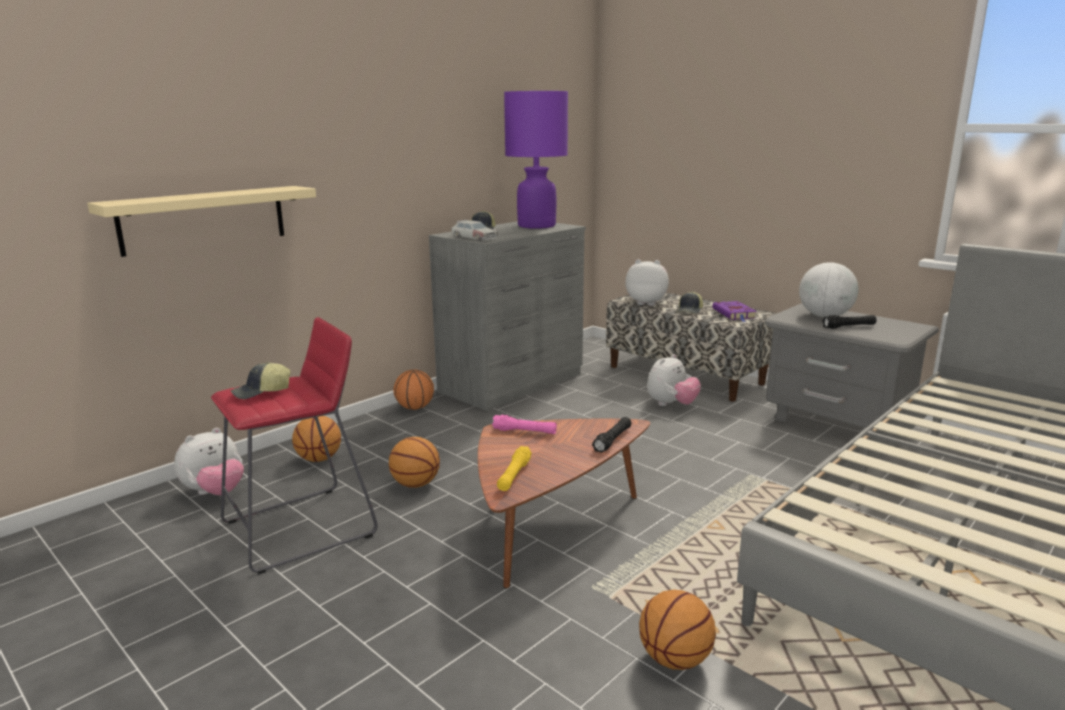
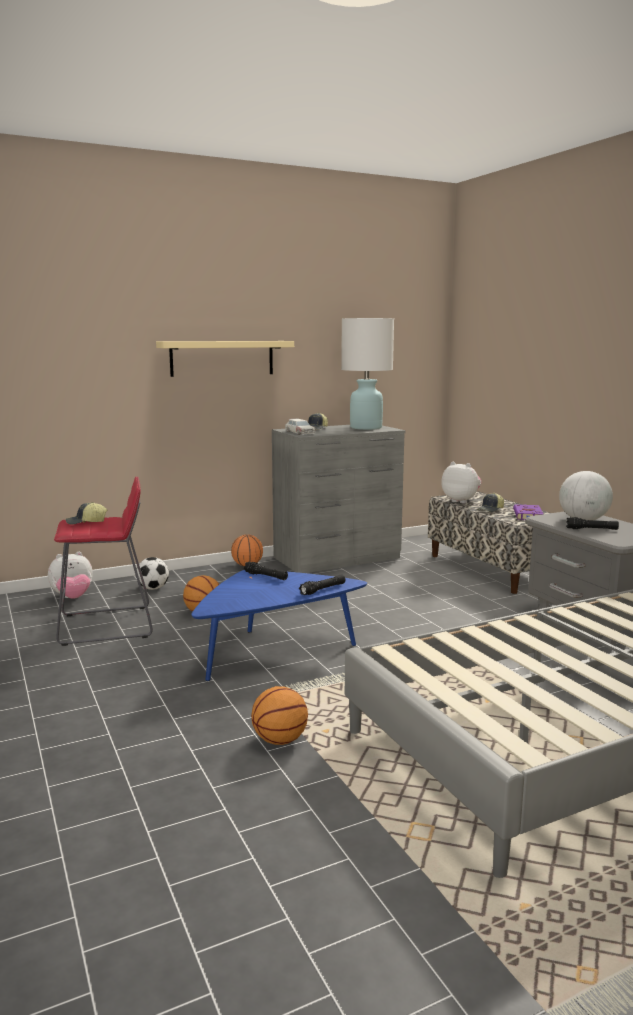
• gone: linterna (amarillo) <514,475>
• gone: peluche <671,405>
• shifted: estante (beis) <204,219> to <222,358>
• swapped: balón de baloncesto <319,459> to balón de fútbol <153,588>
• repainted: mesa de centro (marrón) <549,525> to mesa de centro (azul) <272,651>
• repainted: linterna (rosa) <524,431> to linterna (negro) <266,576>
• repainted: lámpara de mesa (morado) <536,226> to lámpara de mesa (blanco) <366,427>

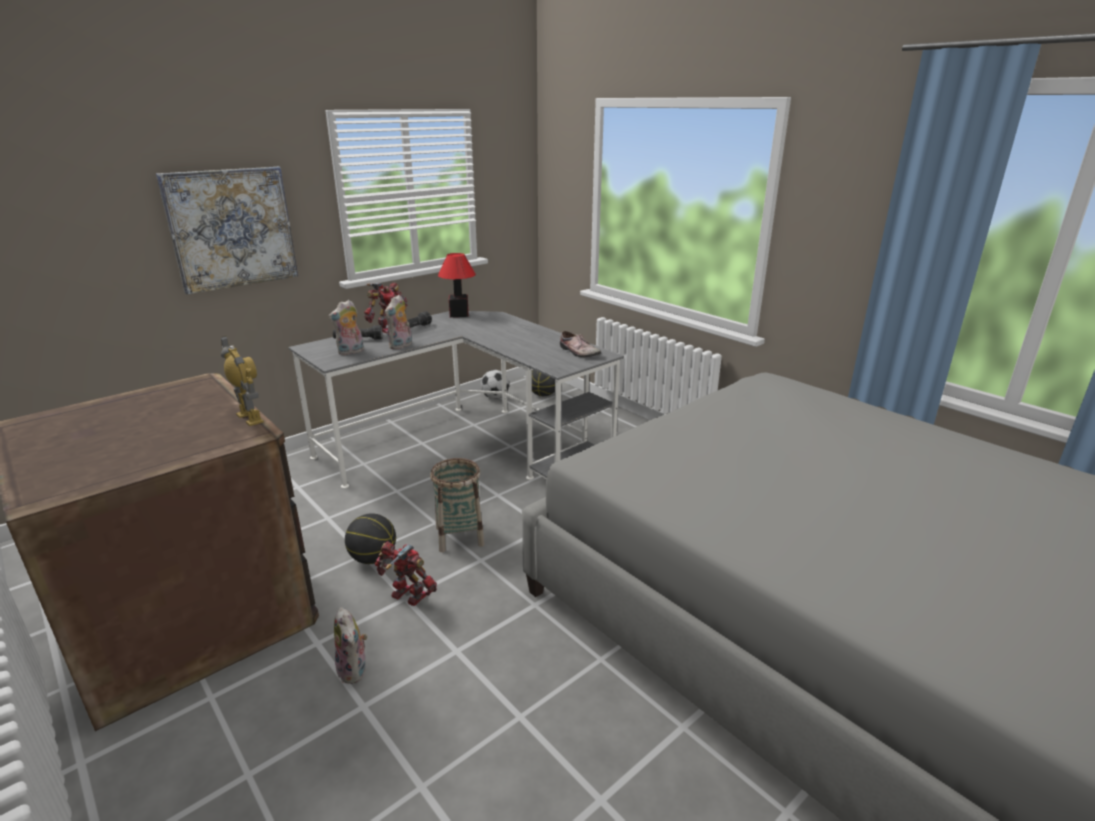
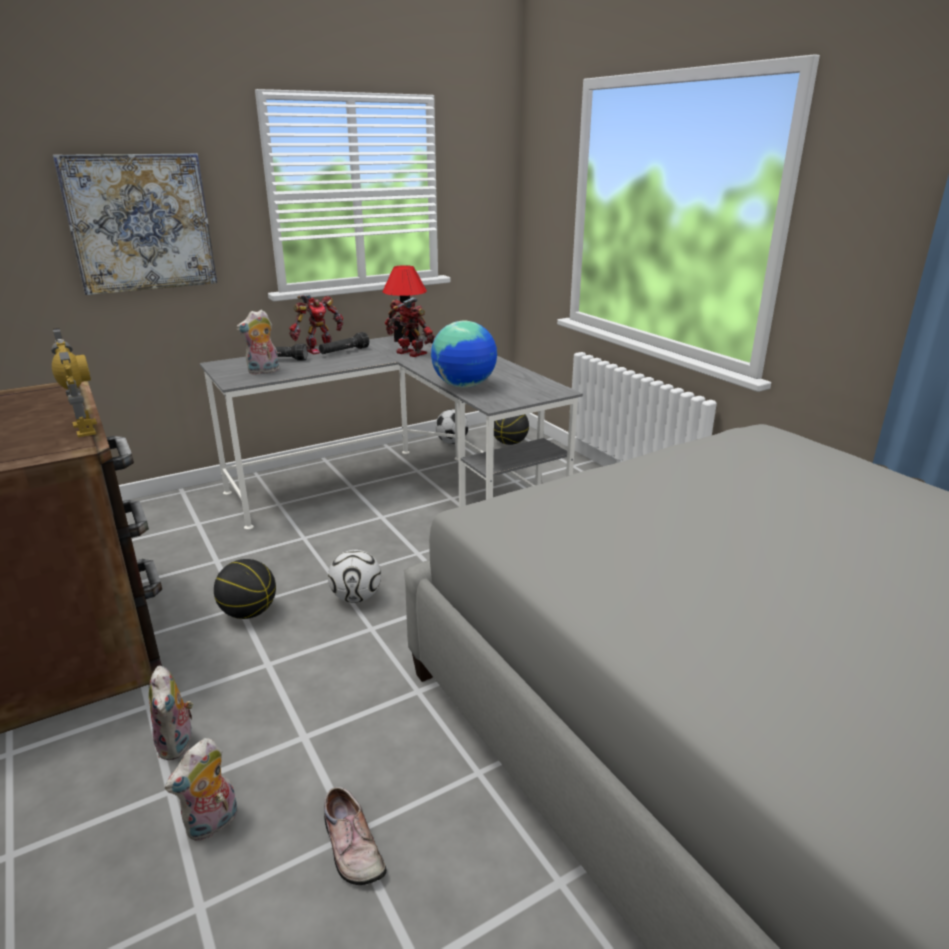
• new: globo terráqueo <464,386>
• shifted: robot de juguete <408,597> to <410,353>
• shifted: peluche <401,346> to <213,824>
• shifted: zapato <578,352> to <350,847>
• swapped: cesta <459,536> to balón de fútbol <356,597>

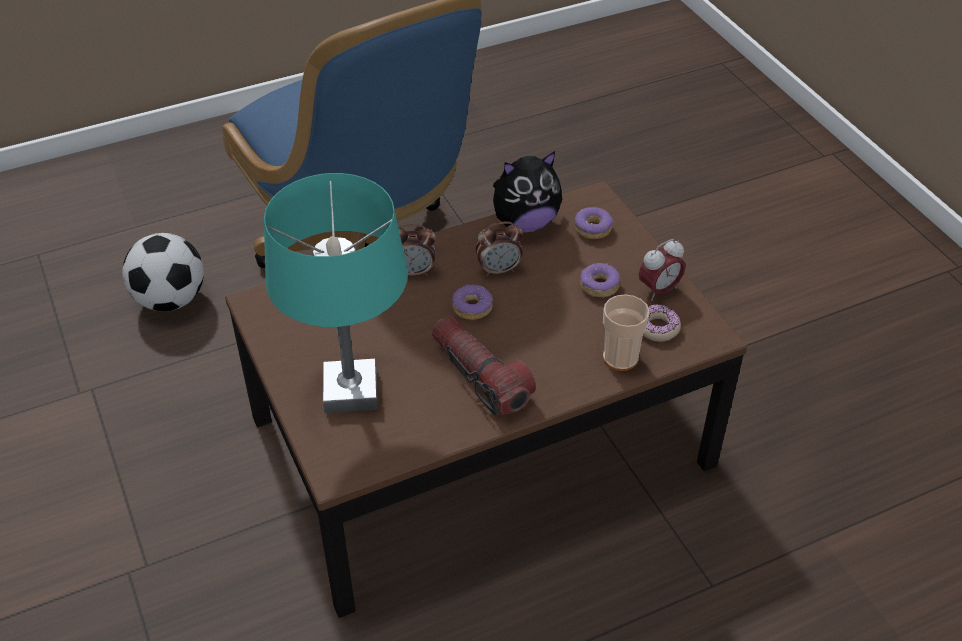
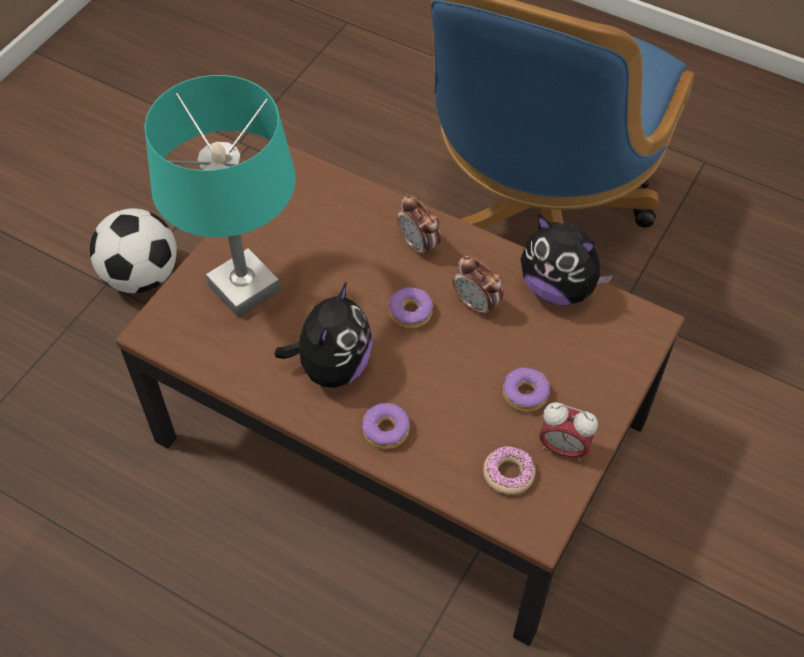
• gone: taza <620,358>
• shifted: balón de fútbol <170,300> to <141,276>
• shifted: rosquilla <593,228> to <386,431>
• swapped: linterna <480,376> to peluche <332,366>

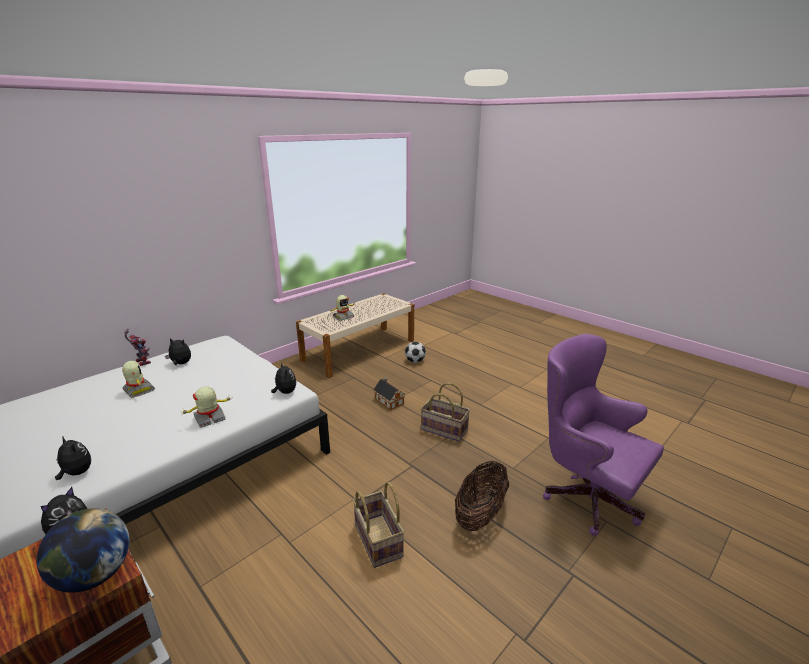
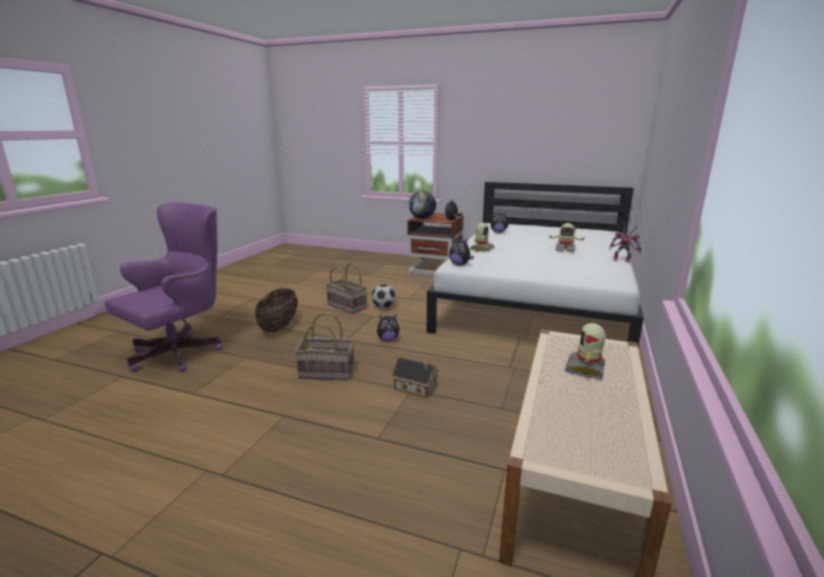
• shifted: peluche <181,364> to <388,339>
• shifted: balón de fútbol <415,361> to <383,307>
• rotated: silla de oficina (morado) <585,496> = <181,352> 75 degrees counterclockwise

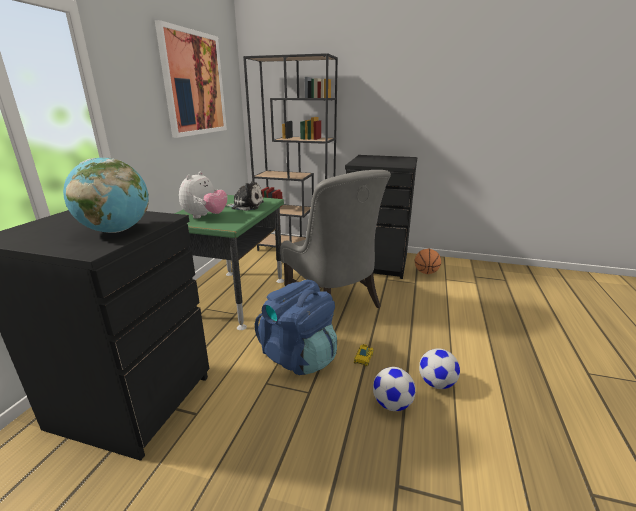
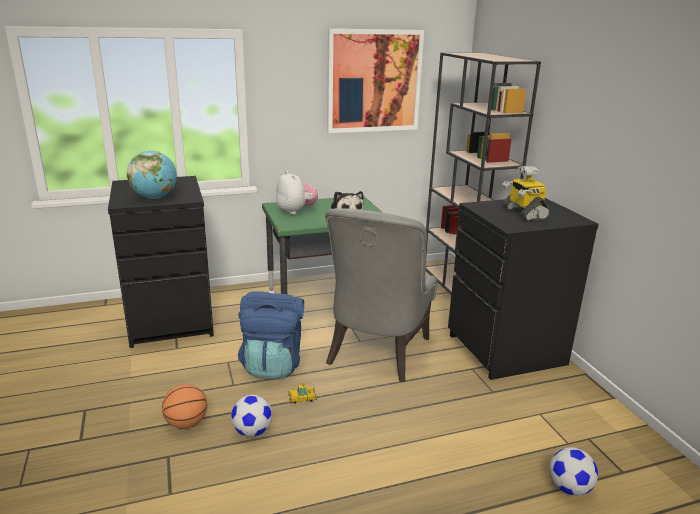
• new: robot de juguete <523,213>
• shifted: balón de baloncesto <426,272> to <186,423>
• shifted: balón de fútbol <436,383> to <569,488>
• rotated: peluche <205,216> = <296,211> 105 degrees counterclockwise

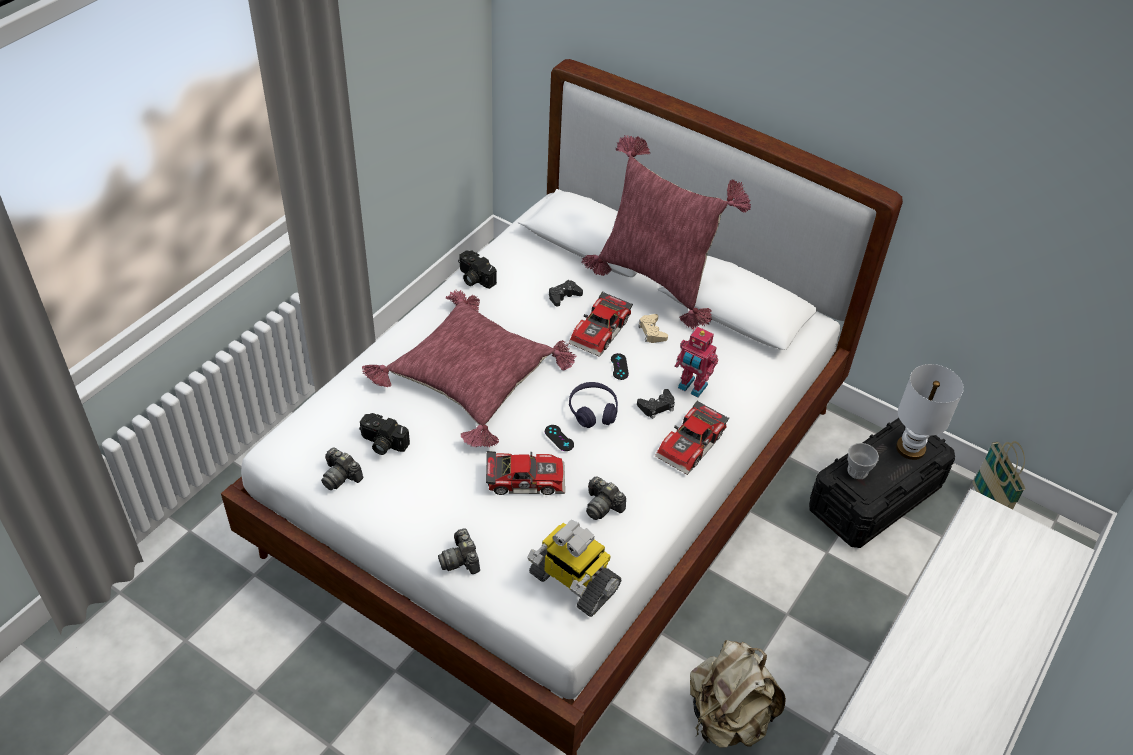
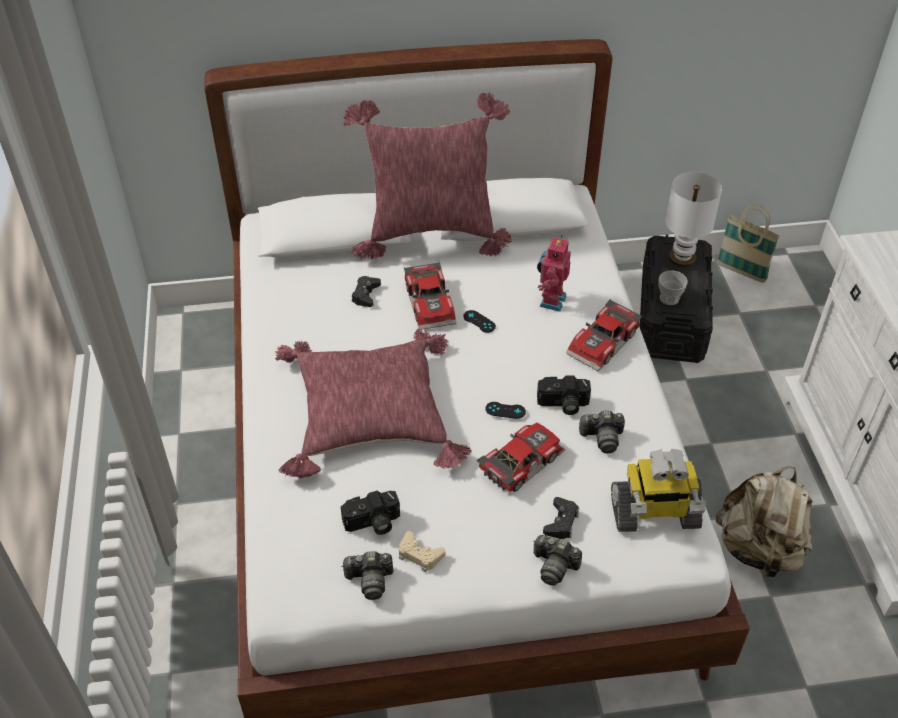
• gone: auriculares (morado) <593,411>
• shifted: cámara <474,278> to <563,404>
• shifted: mando de consola (negro) <657,406> to <561,522>
• shifted: mando de consola (beis) <652,332> to <419,555>
• rotated: coche de juguete <693,445> = <605,343> 45 degrees clockwise
• rotated: robot de juguete <691,387> = <550,300> 120 degrees clockwise

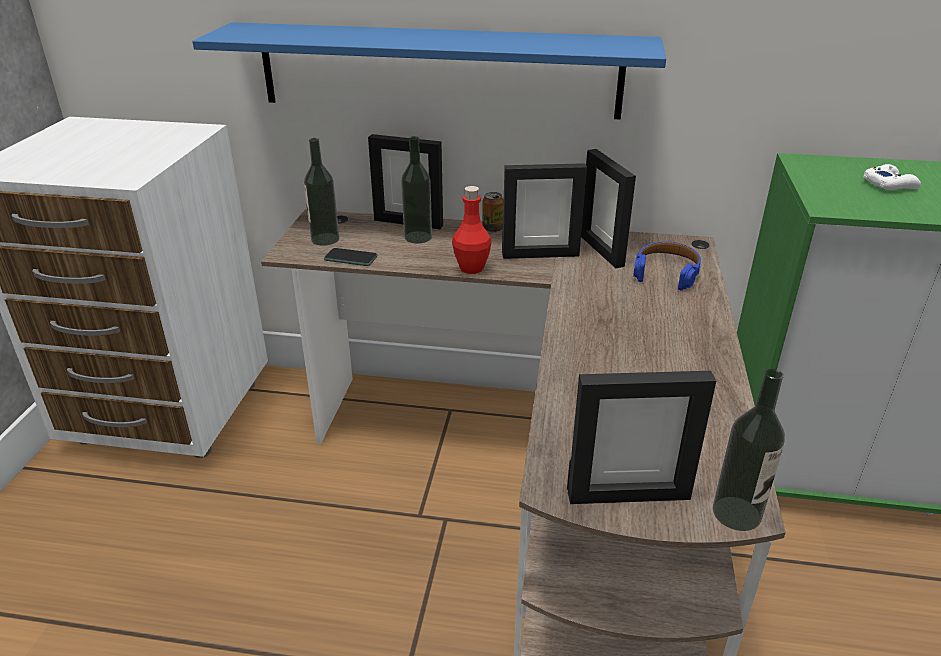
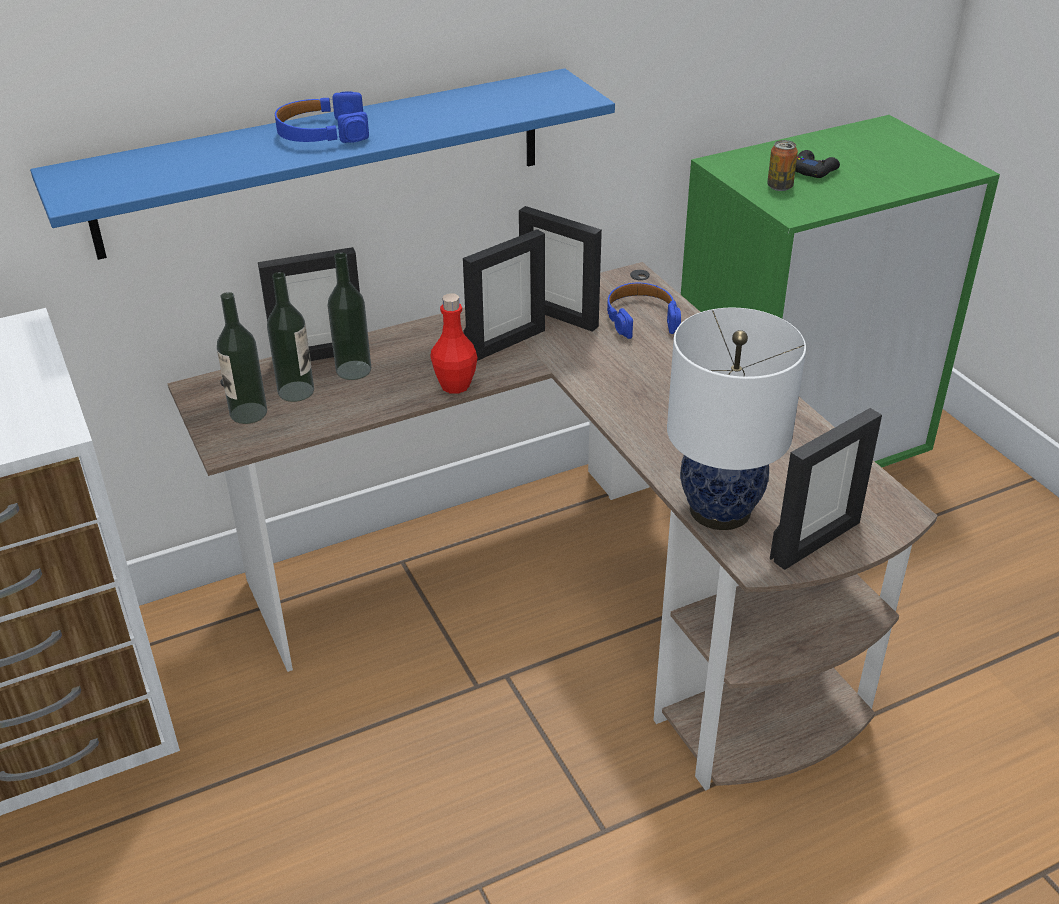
• gone: móvil <350,258>
• new: auriculares (azul) <322,132>
• new: lámpara de mesa (blanco) <720,509>
• shifted: lata <492,229> to <779,187>
• shifted: botella <736,513> to <296,391>
• repainted: mando de consola (blanco) <889,184> to mando de consola (negro) <813,170>

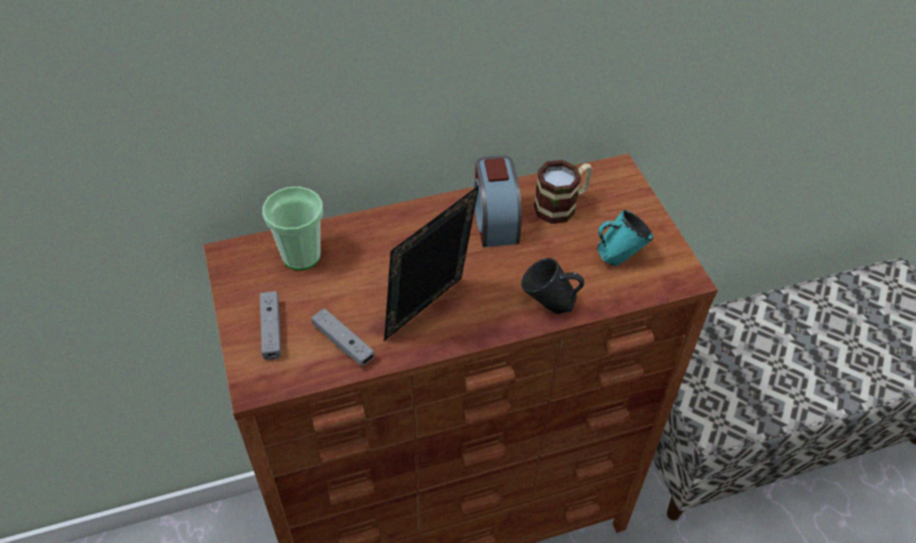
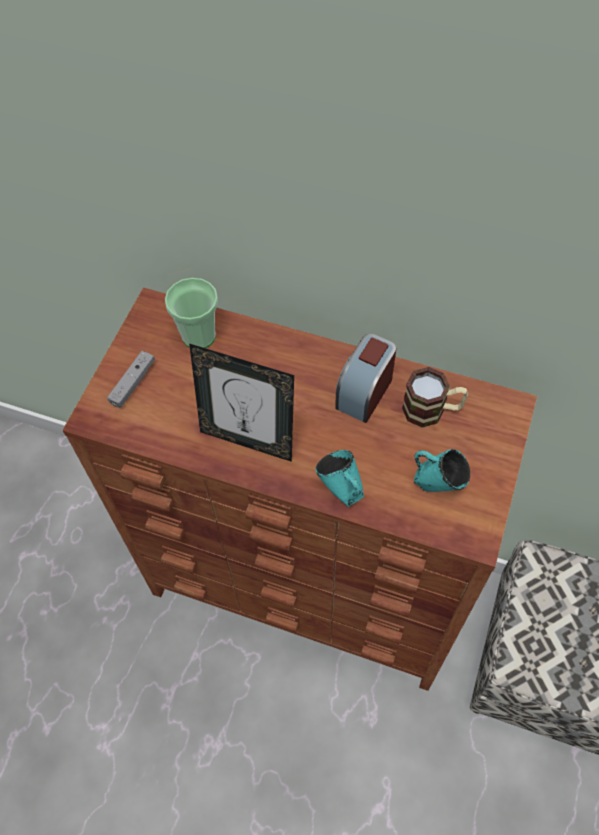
• gone: mando de consola (gris) <343,343>
• repainted: taza grande (negro) <548,306> to taza grande (turquesa) <341,490>
• rotated: portarretratos <430,314> = <248,439> 150 degrees counterclockwise

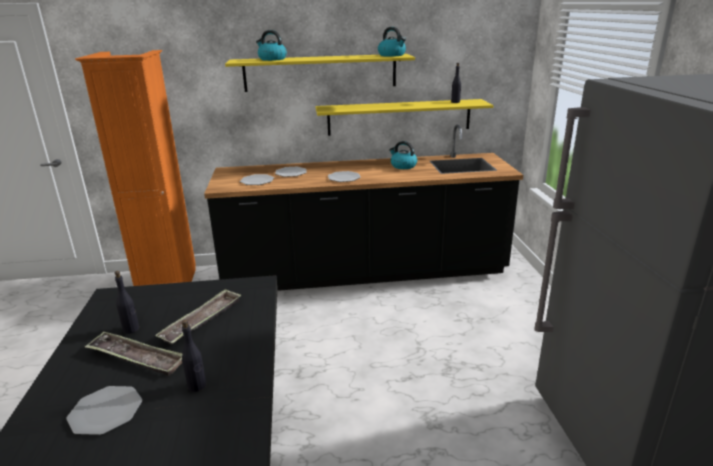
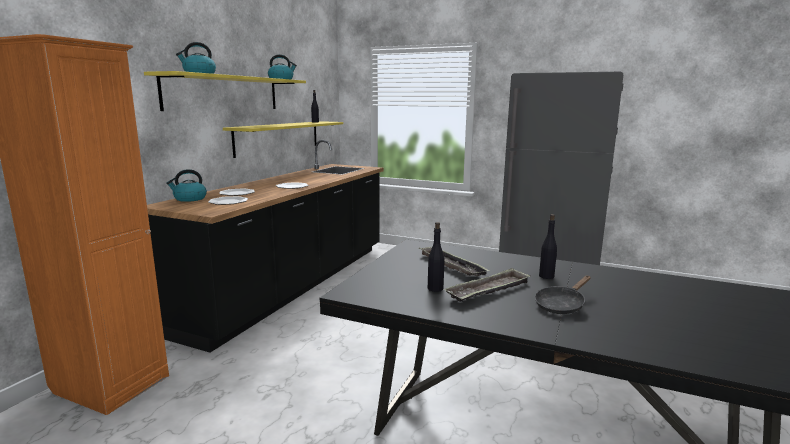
• shifted: hervidor <403,166> to <189,199>
• swapped: plato <106,411> to sartén (negro) <561,305>

